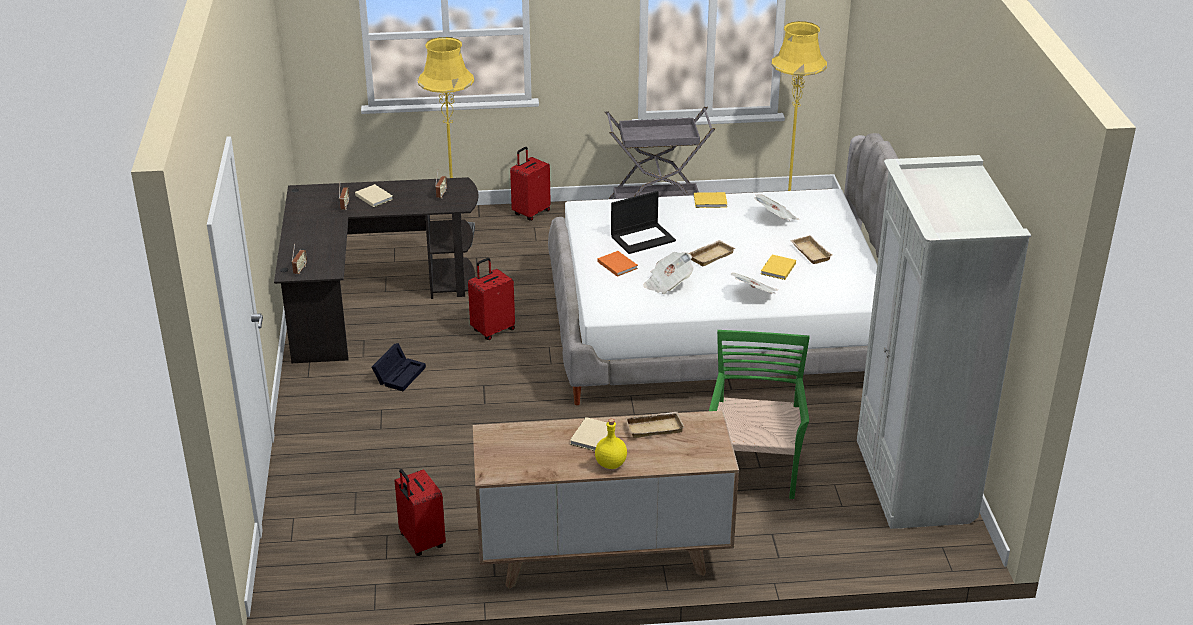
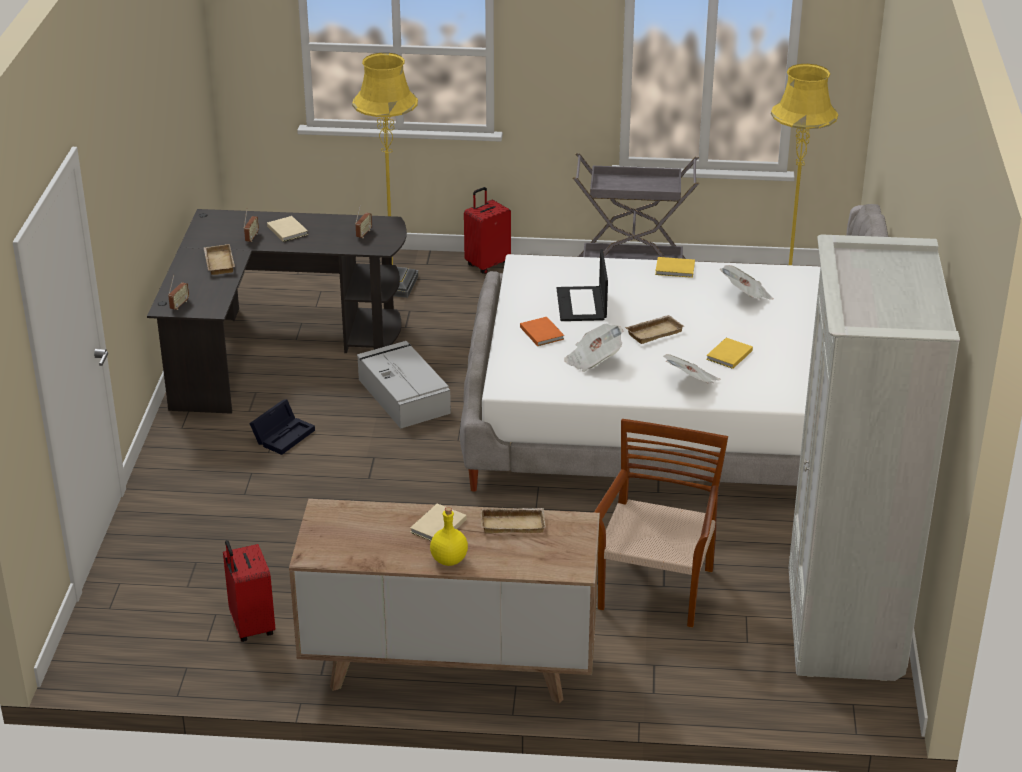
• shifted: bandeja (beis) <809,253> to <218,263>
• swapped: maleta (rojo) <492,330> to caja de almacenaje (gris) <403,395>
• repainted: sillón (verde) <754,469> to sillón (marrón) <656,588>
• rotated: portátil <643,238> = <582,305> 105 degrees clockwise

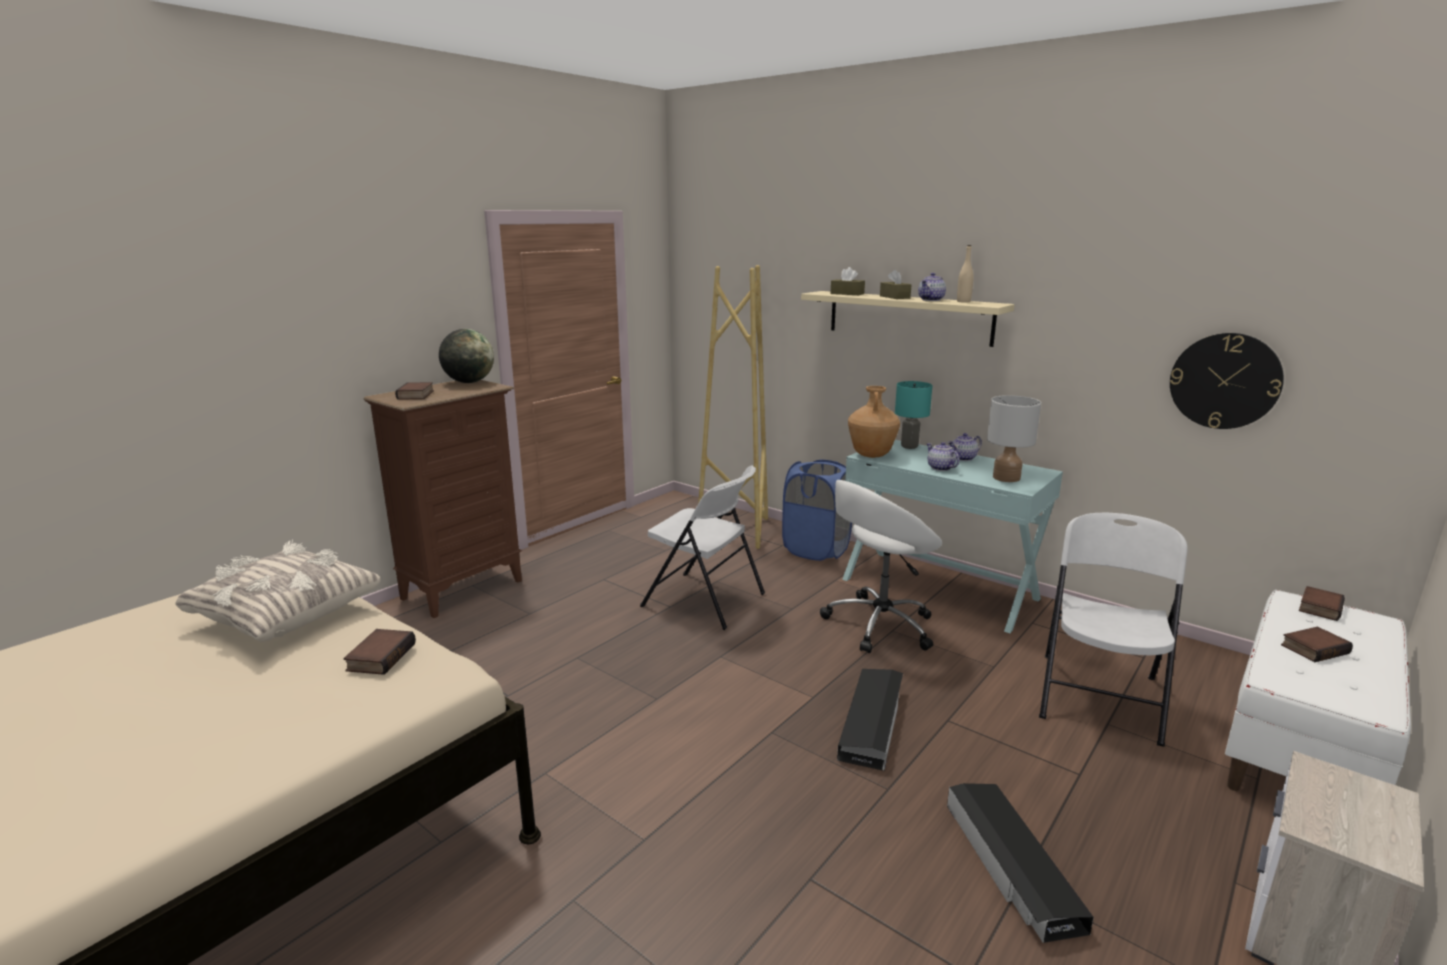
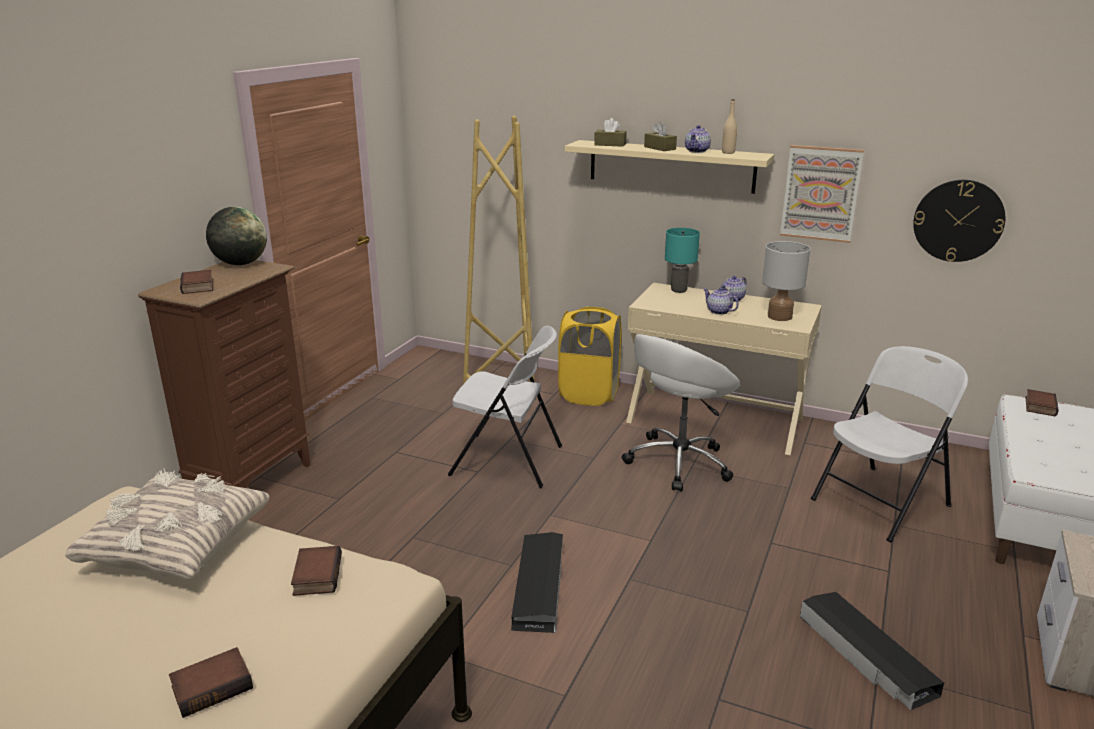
• gone: florero (marrón) <871,455>
• new: cuadro <820,193>
• shifted: caja de almacenaje (negro) <872,723> to <539,587>
• shifted: libro <1313,648> to <213,686>
• repainted: cesto de la ropa (azul) <816,549> to cesto de la ropa (amarillo) <589,394>
• repainted: escritorio (turquesa) <939,588> to escritorio (beis) <715,420>
• rotated: silla (blanco) <1099,697> = <880,503> 45 degrees clockwise

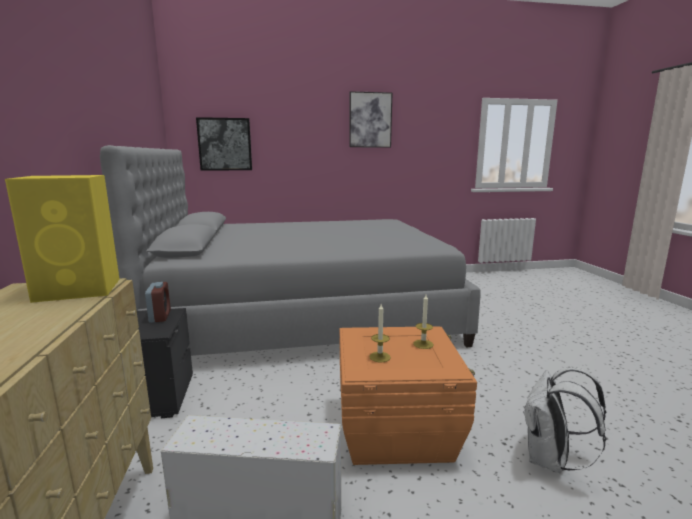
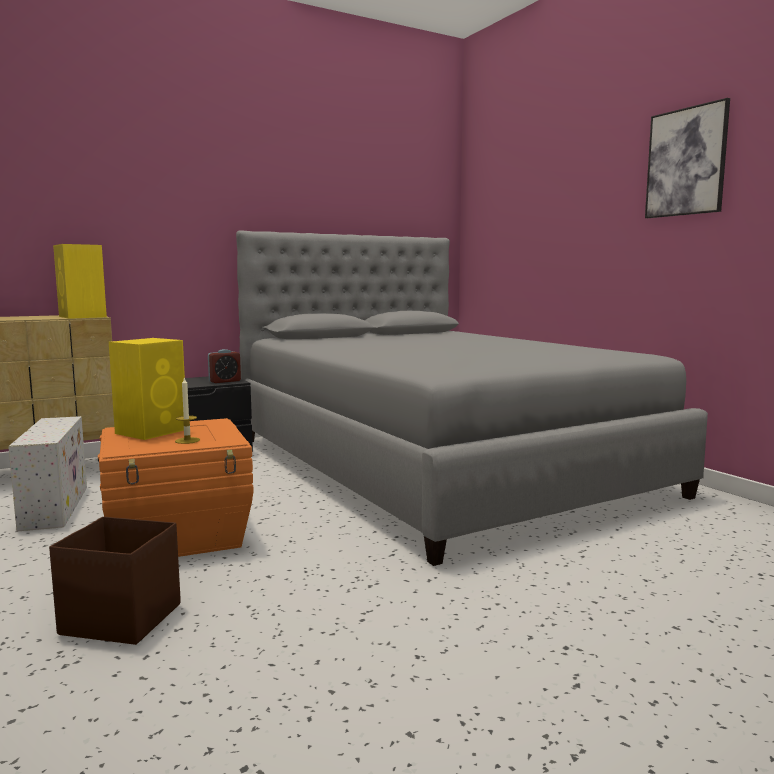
• gone: cuadro <225,144>
• swapped: vela <380,357> to altavoz (amarillo) <153,431>
• swapped: mochila (blanco) <550,460> to caja de almacenaje (marrón) <120,618>

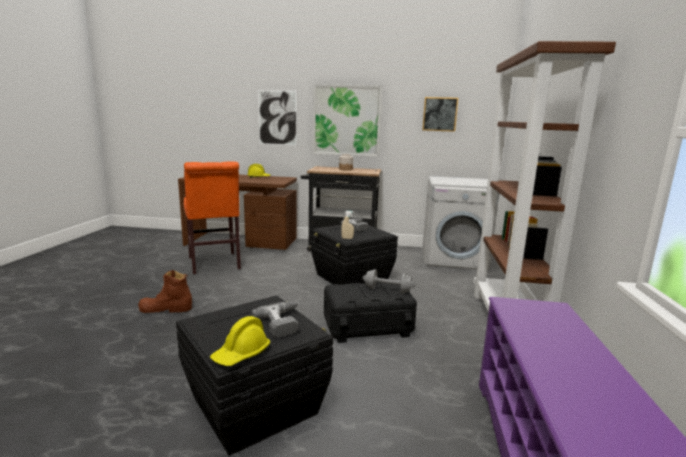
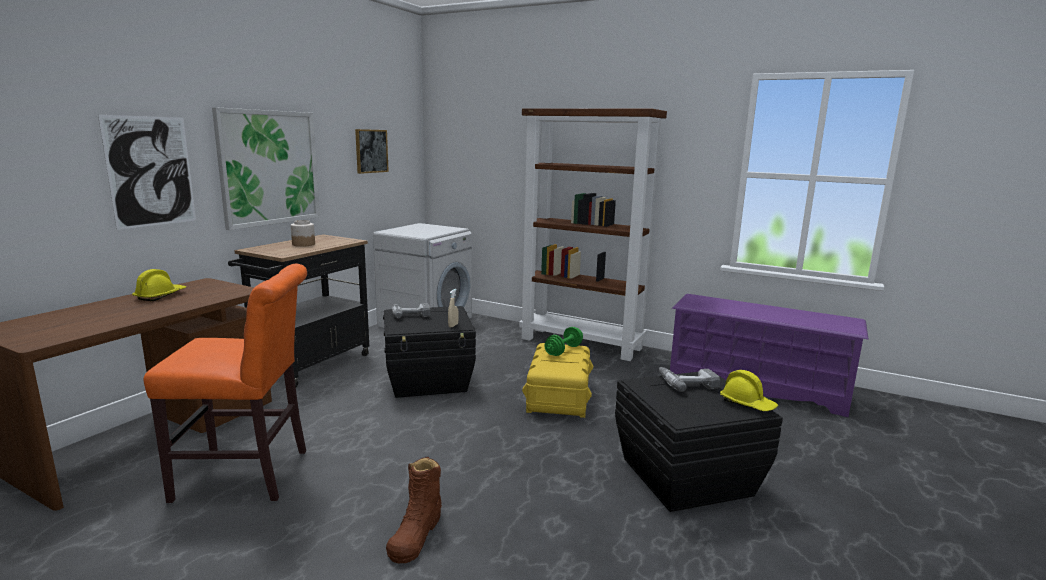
• repainted: caja de almacenaje (negro) <367,326> to caja de almacenaje (amarillo) <558,397>
• repainted: mancuerna (gris) <388,290> to mancuerna (verde) <563,350>

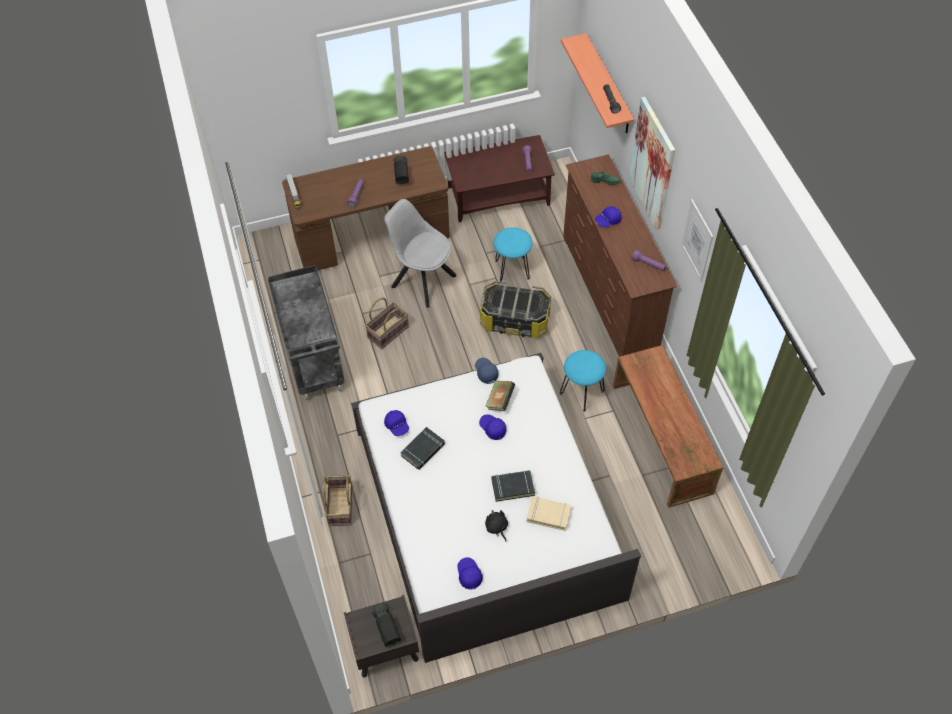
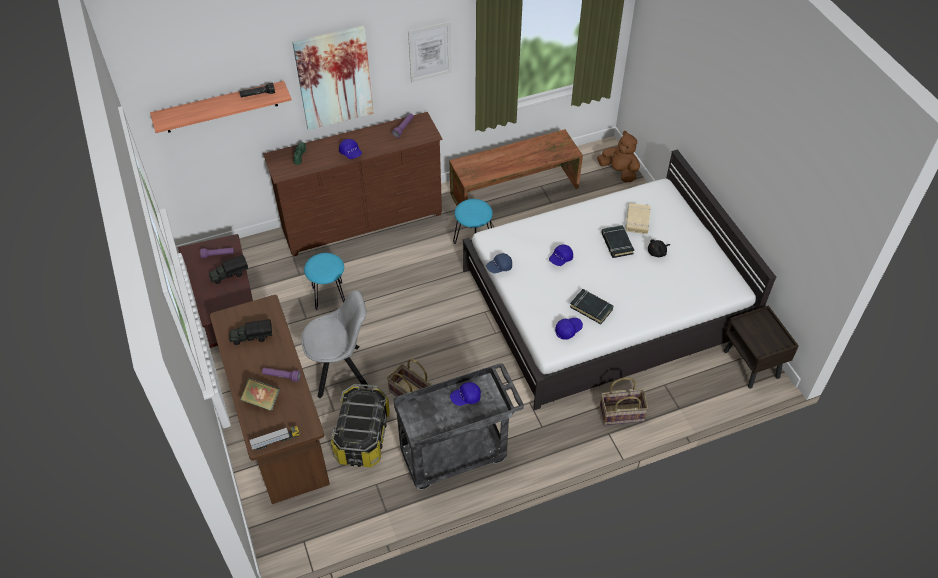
• new: peluche (marrón) <619,171>
• shifted: camión de juguete <386,626> to <229,275>
• shifted: gorra (azul) <469,575> to <465,397>
• shifted: caja de almacenaje <515,320> to <362,436>
• shifted: libro <500,401> to <262,400>
• rotated: silla (gris) <422,280> = <341,370> 135 degrees counterclockwise

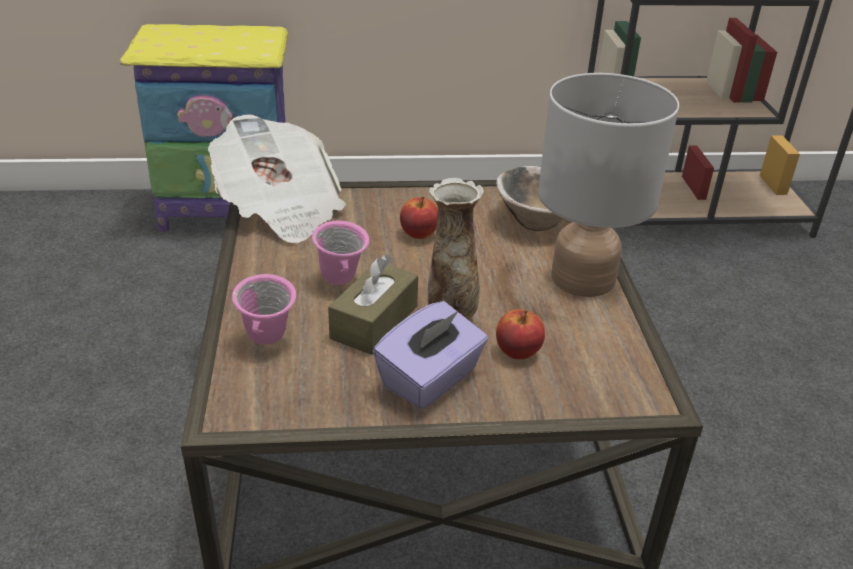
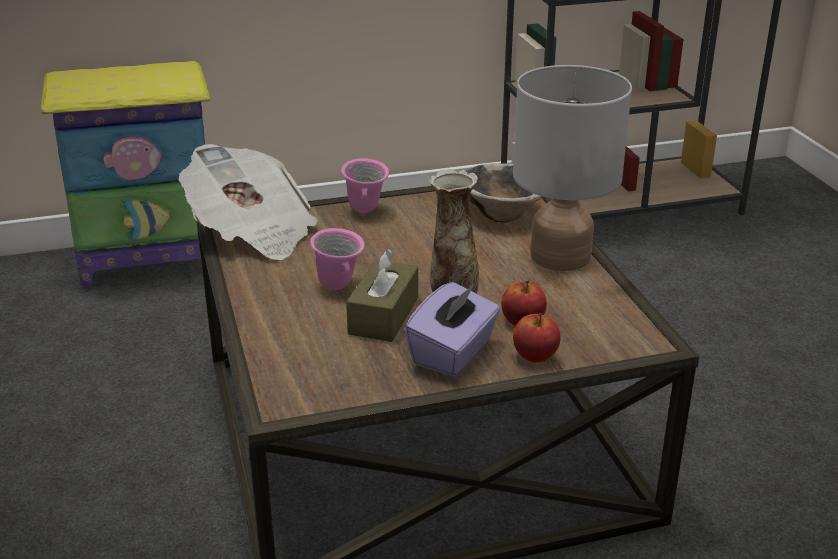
• shifted: taza grande (rosa) <268,341> to <366,210>
• shifted: manzana <419,234> to <535,356>

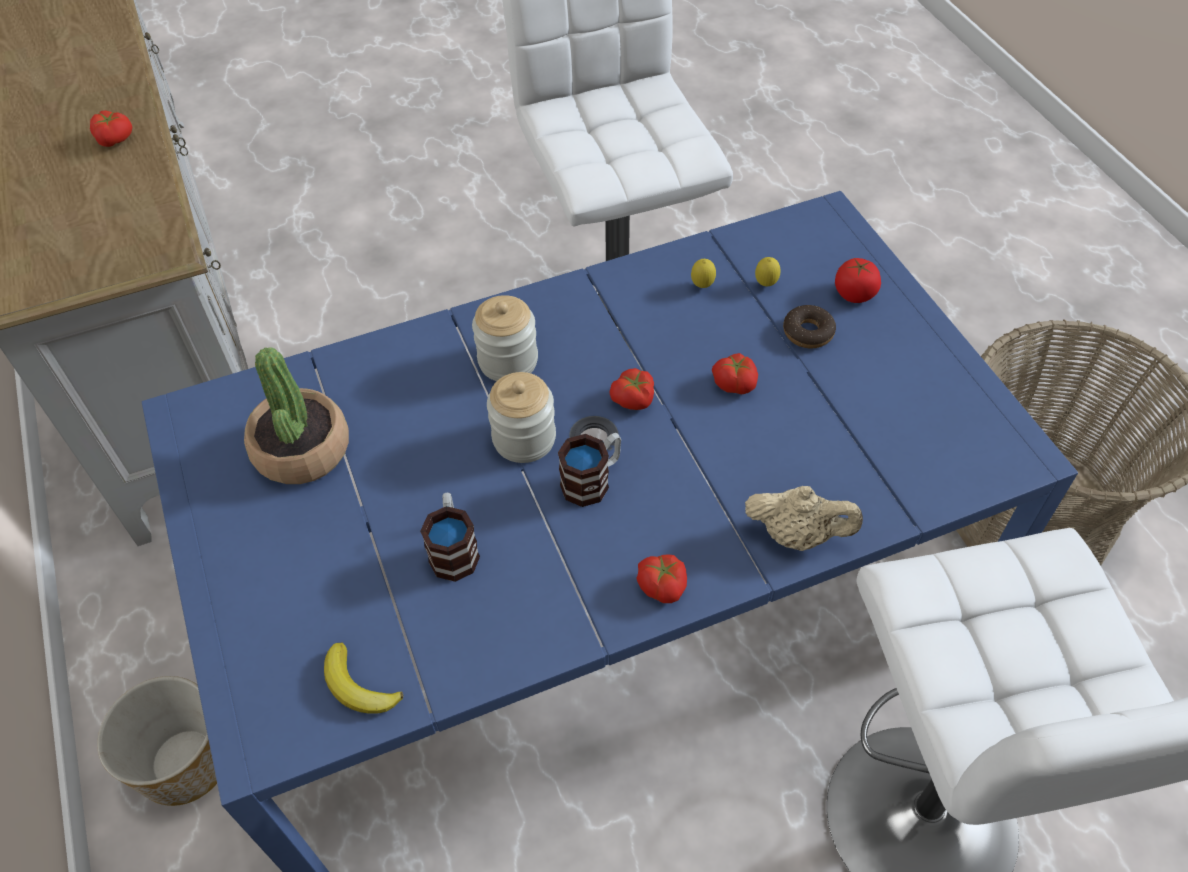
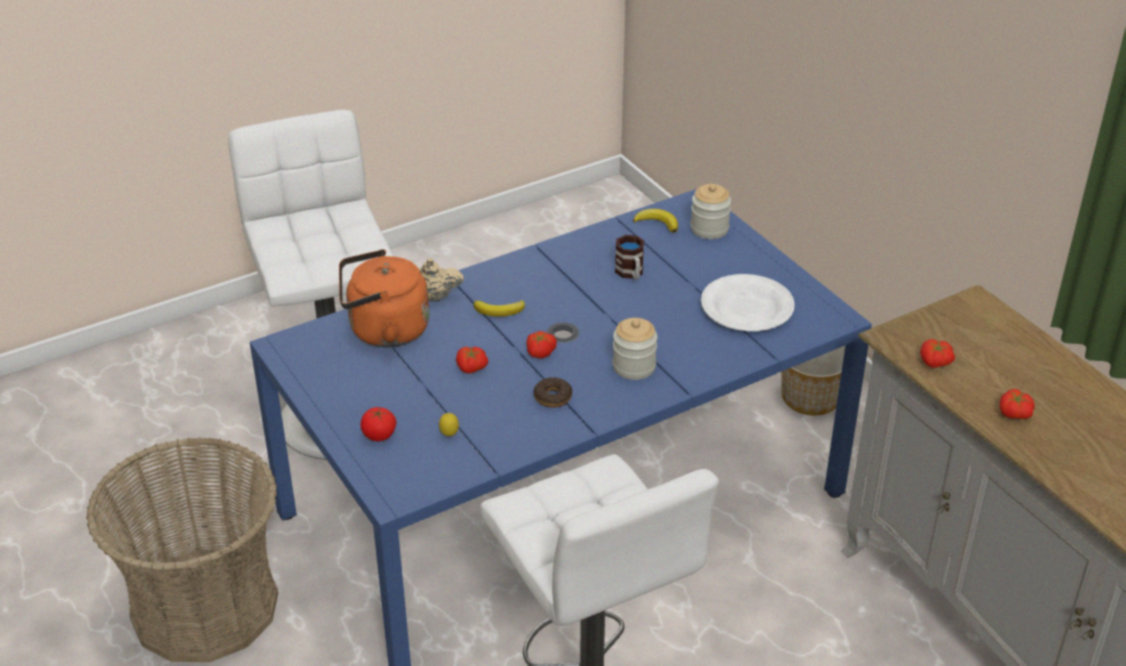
• gone: taza grande <593,480>
• gone: limón <702,286>
• new: hervidor (naranja) <384,331>
• new: plátano <500,311>
• shifted: tarro <524,438> to <709,229>
• shifted: tomate <662,585> to <934,363>
• shifted: rosquilla <808,332> to <553,397>
• swapped: planta en maceta <301,449> to plato (blanco) <747,308>

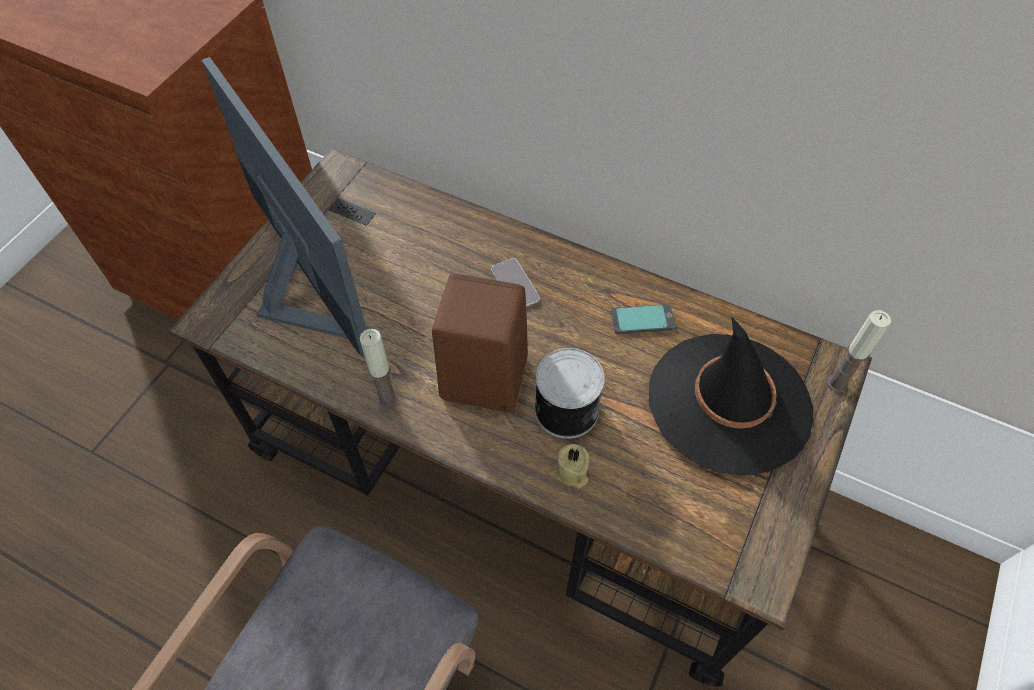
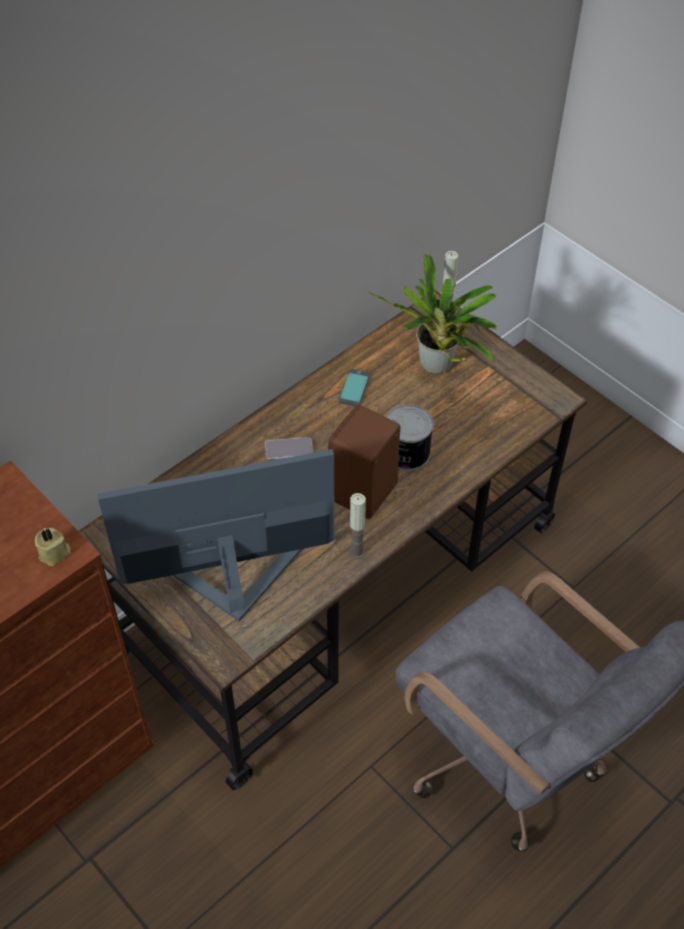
• shifted: vela (beis) <572,473> to <55,553>
• swapped: sombrero (negro) <729,402> to planta en maceta <437,368>

